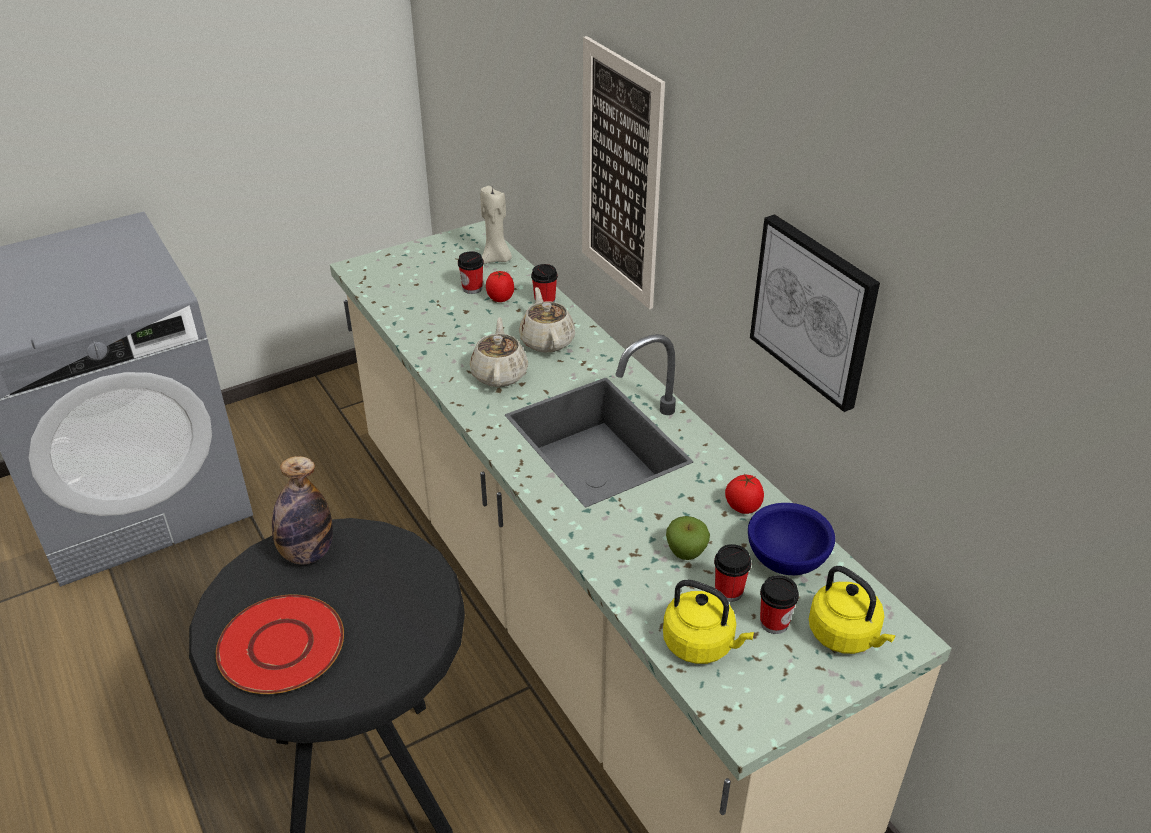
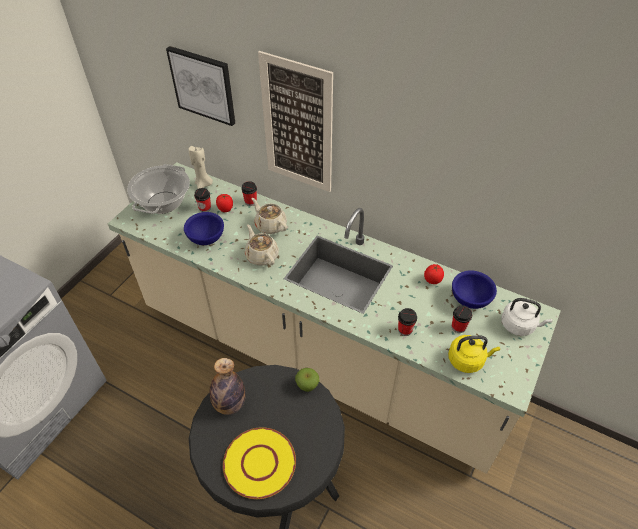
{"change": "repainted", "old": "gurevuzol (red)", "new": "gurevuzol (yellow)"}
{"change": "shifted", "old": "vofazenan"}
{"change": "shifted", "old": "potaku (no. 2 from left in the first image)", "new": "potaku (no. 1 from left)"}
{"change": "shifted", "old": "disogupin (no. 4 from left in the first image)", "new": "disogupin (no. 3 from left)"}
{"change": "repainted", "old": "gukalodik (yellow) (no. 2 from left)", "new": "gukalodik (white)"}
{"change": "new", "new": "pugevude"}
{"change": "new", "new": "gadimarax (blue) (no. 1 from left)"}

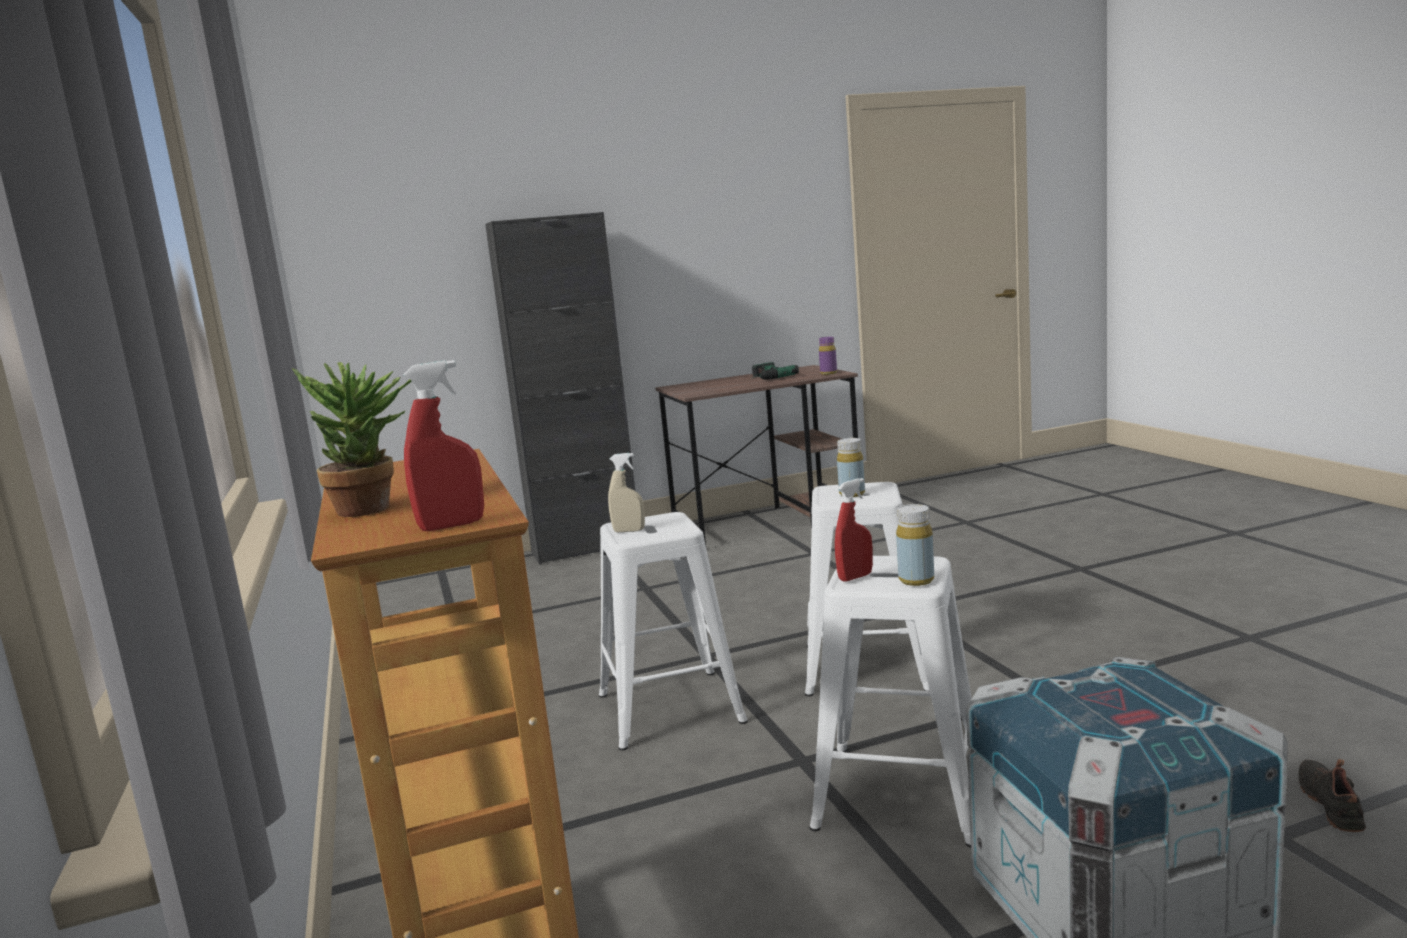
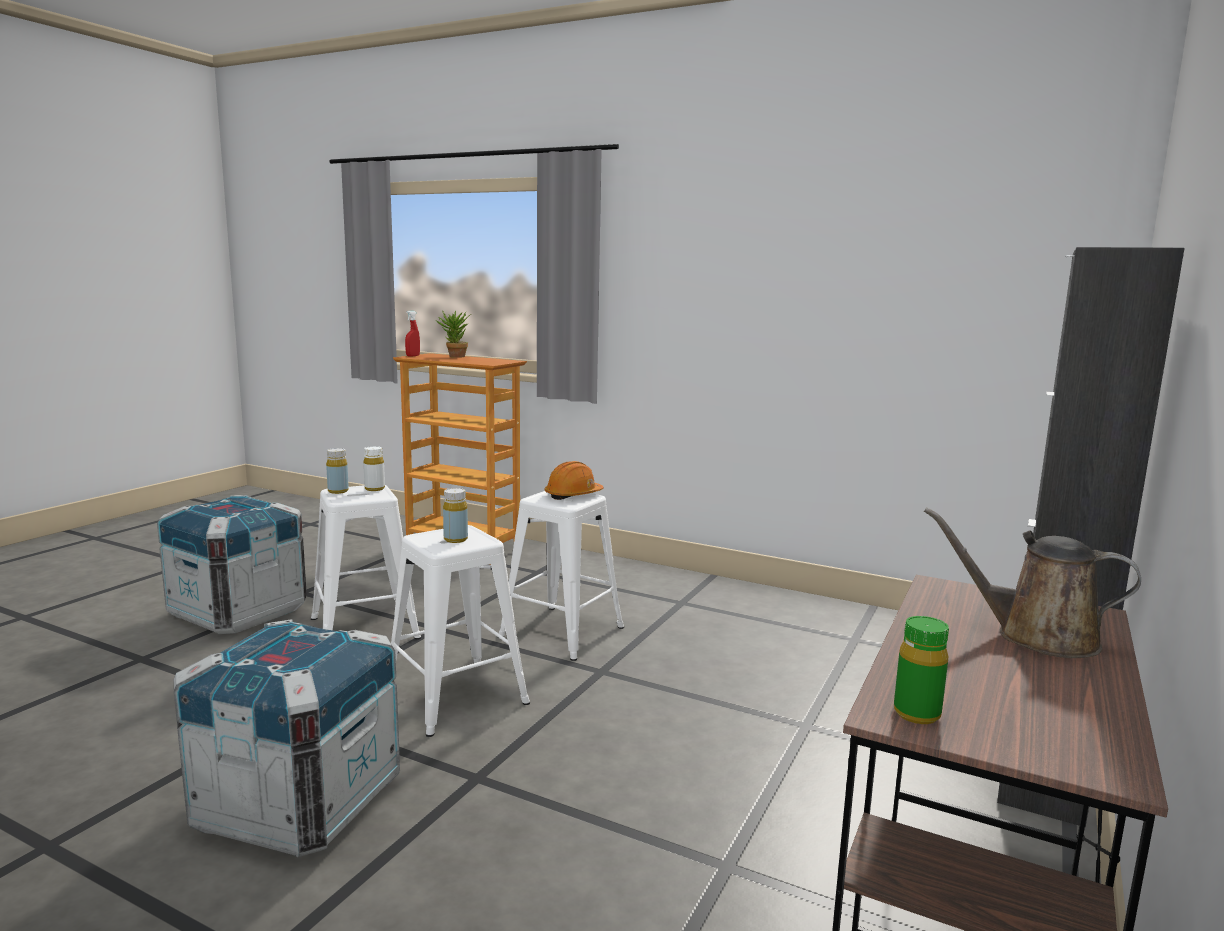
{"change": "swapped", "old": "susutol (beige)", "new": "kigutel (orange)"}
{"change": "gone", "old": "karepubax"}
{"change": "repainted", "old": "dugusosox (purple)", "new": "dugusosox (green)"}
{"change": "swapped", "old": "susutol (red) (no. 2 from left)", "new": "dugusosox (white)"}
{"change": "gone", "old": "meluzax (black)"}
{"change": "new", "new": "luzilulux (no. 2 from left)"}
{"change": "new", "new": "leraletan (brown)"}

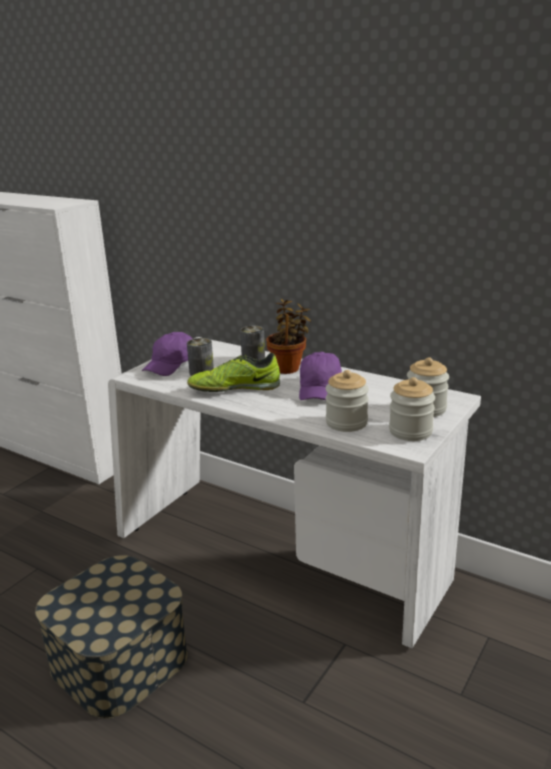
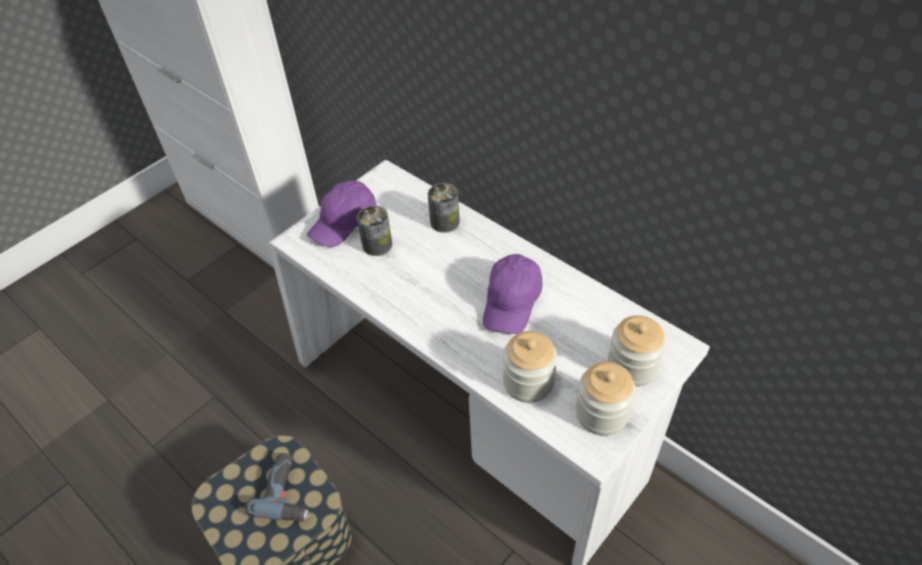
{"change": "gone", "old": "meluzax"}
{"change": "gone", "old": "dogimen"}
{"change": "new", "new": "karepubax"}

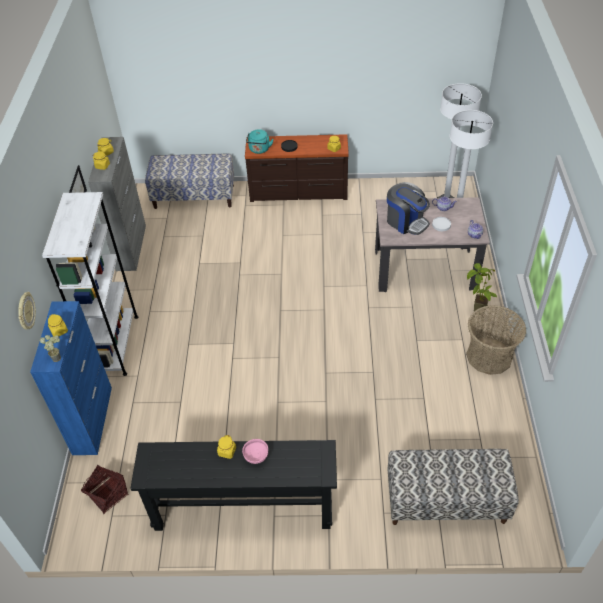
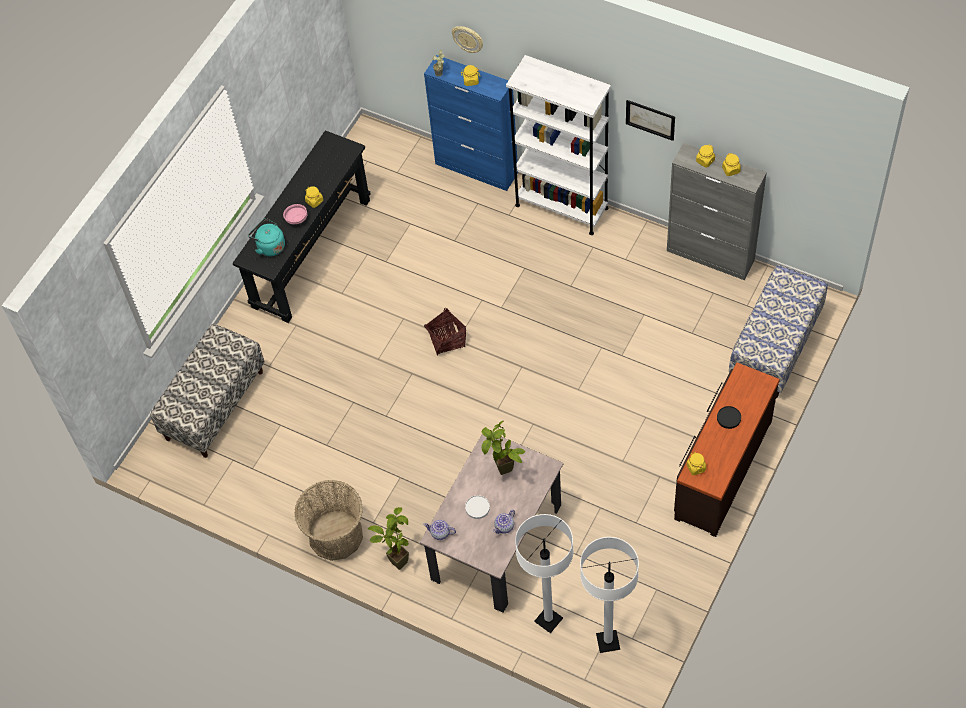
{"change": "shifted", "old": "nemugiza (no. 1 from left in the first image)", "new": "nemugiza (no. 2 from left)"}
{"change": "shifted", "old": "gukalodik (turquoise)"}
{"change": "swapped", "old": "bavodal", "new": "dogimen (no. 3 from left)"}

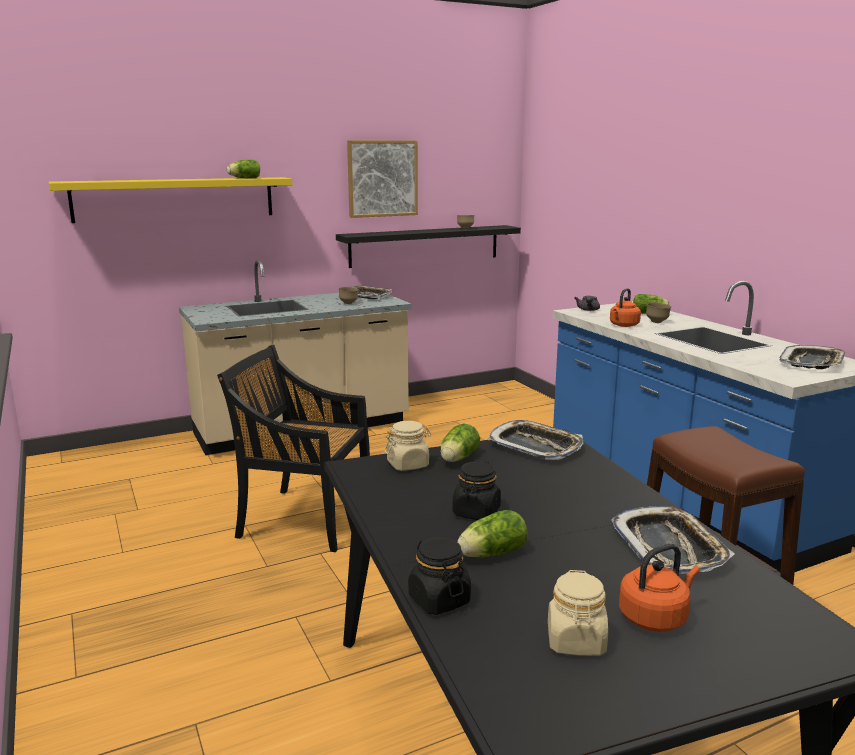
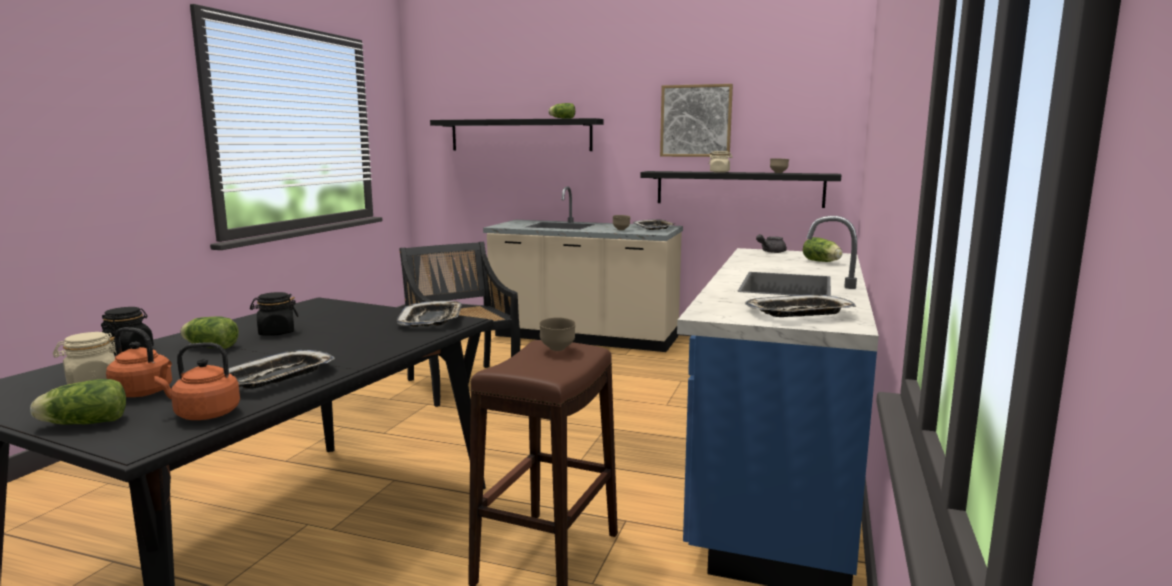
{"change": "repainted", "old": "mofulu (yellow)", "new": "mofulu (black) (no. 1 from left)"}
{"change": "shifted", "old": "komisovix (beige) (no. 1 from left in the first image)", "new": "komisovix (beige) (no. 2 from left)"}
{"change": "shifted", "old": "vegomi (no. 2 from left in the first image)", "new": "vegomi (no. 1 from left)"}
{"change": "shifted", "old": "gukalodik (orange) (no. 1 from left in the first image)", "new": "gukalodik (orange) (no. 2 from left)"}
{"change": "shifted", "old": "gadimarax (brown) (no. 3 from left in the first image)", "new": "gadimarax (brown) (no. 1 from left)"}

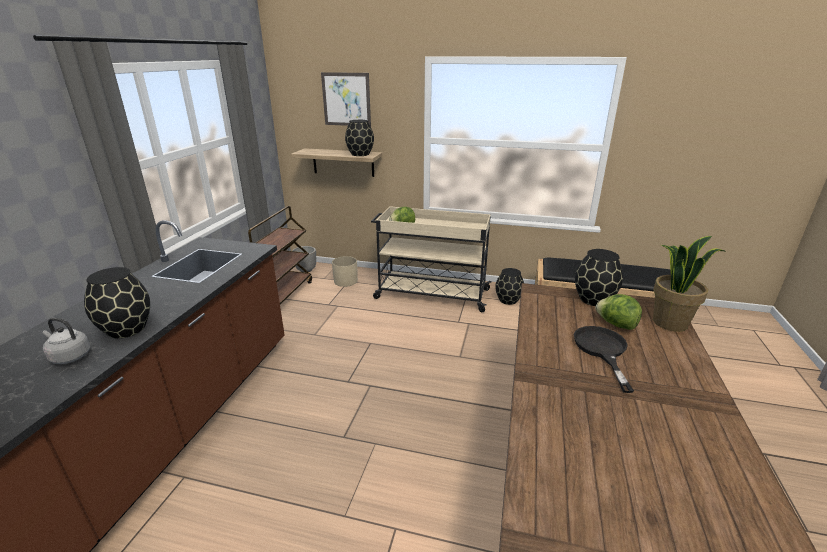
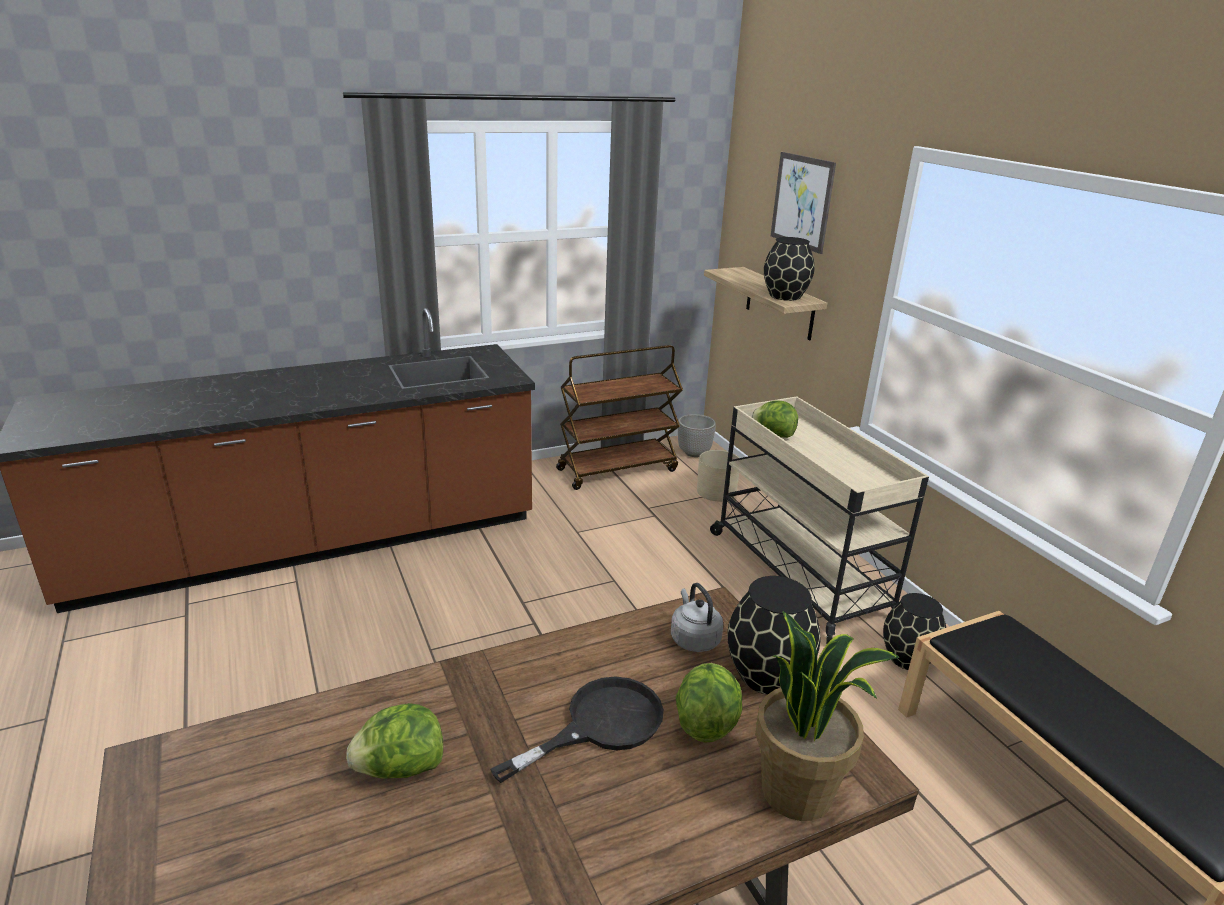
{"change": "shifted", "old": "gukalodik (grey)"}
{"change": "gone", "old": "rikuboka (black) (no. 1 from left)"}
{"change": "new", "new": "vegomi (no. 1 from left)"}

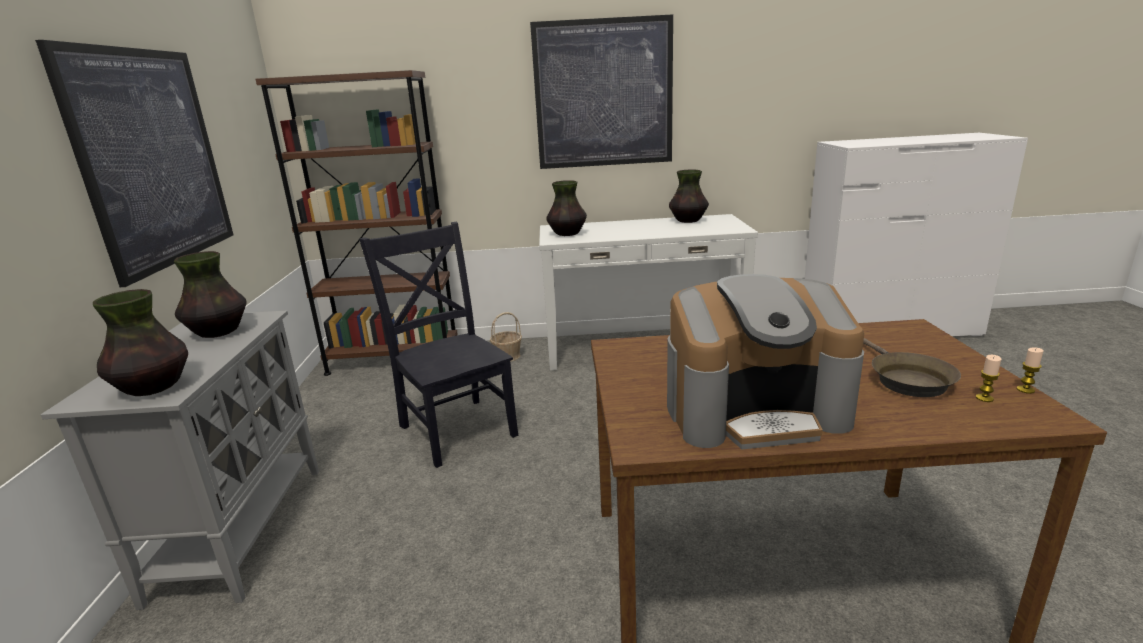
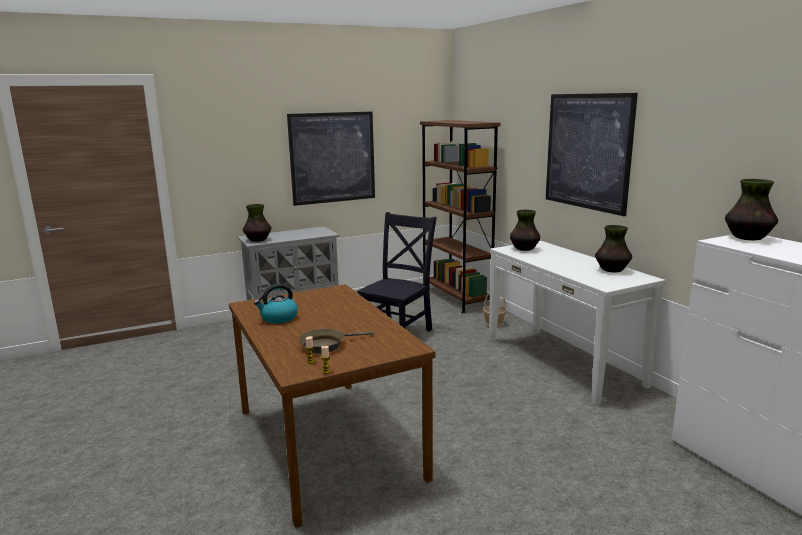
{"change": "shifted", "old": "rikuboka (no. 2 from left in the first image)", "new": "rikuboka (no. 4 from left)"}
{"change": "swapped", "old": "bavodal", "new": "gukalodik"}

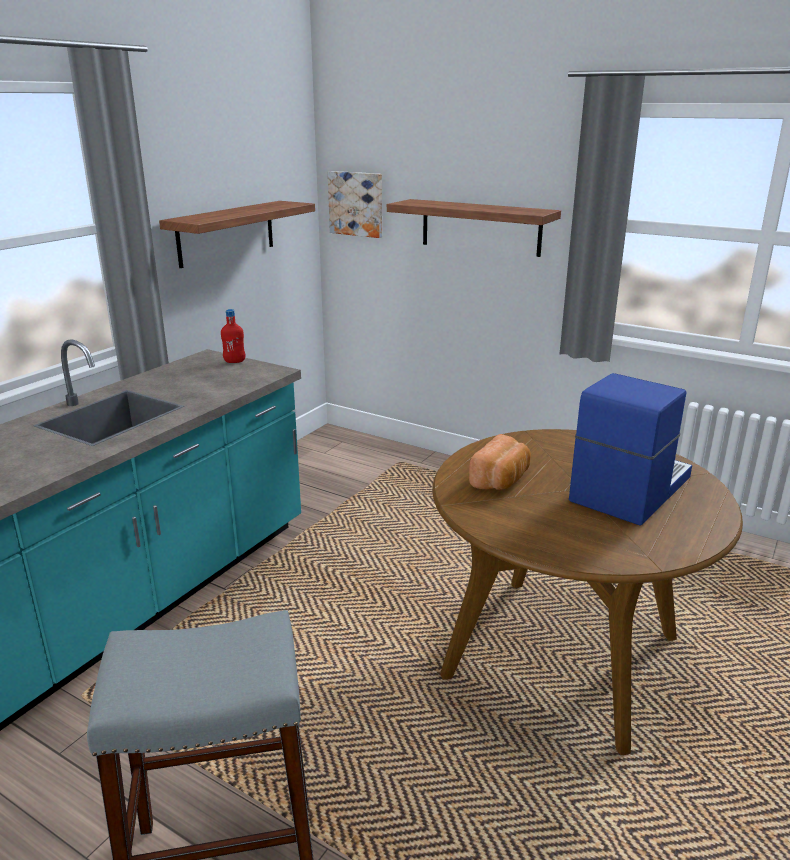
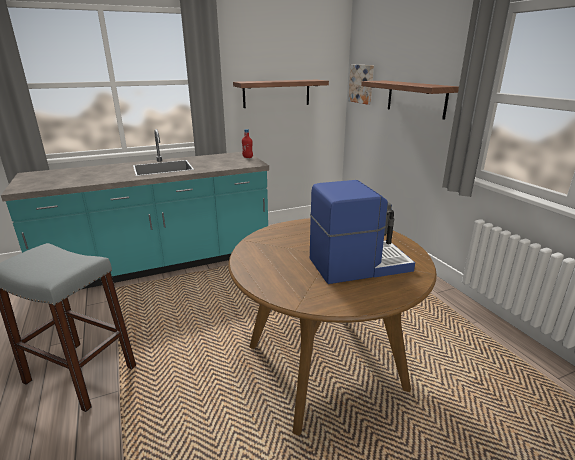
{"change": "gone", "old": "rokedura"}

